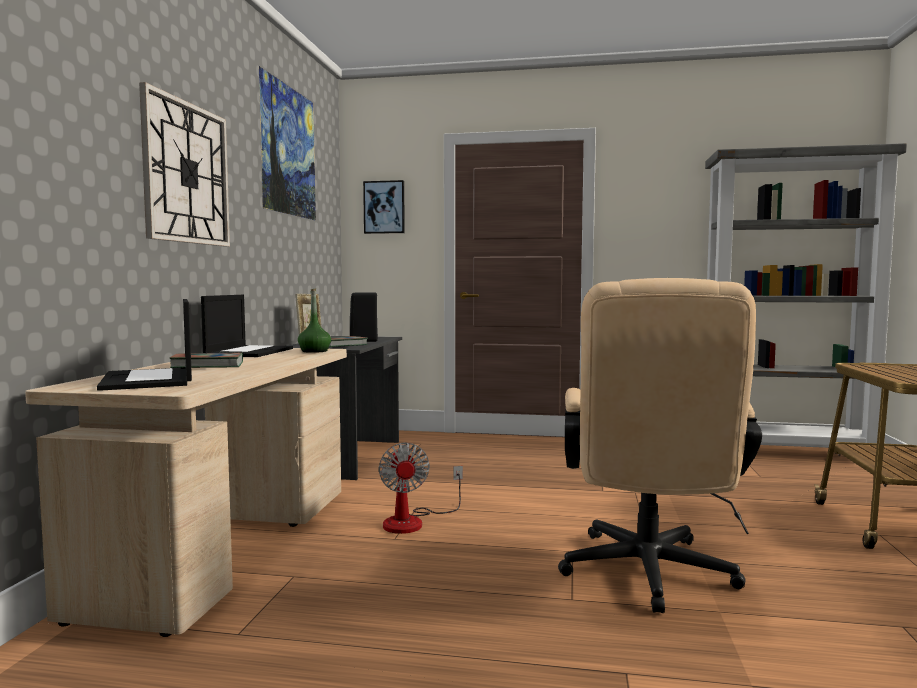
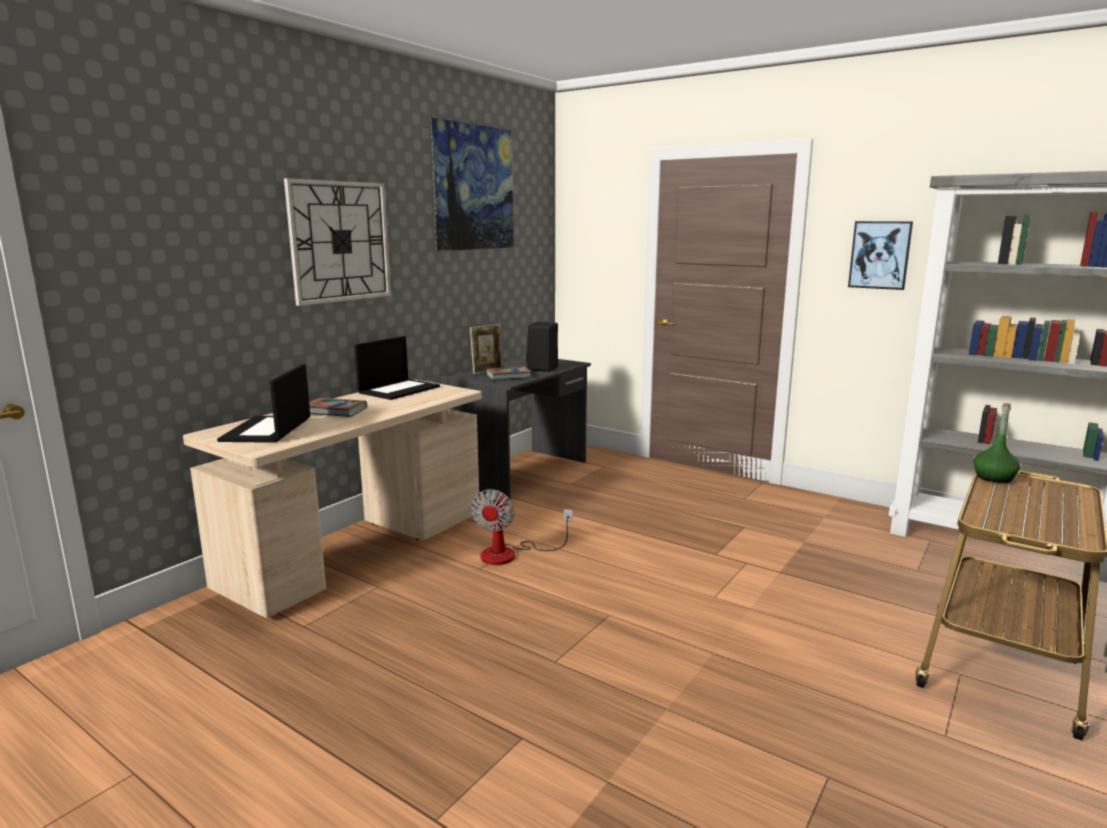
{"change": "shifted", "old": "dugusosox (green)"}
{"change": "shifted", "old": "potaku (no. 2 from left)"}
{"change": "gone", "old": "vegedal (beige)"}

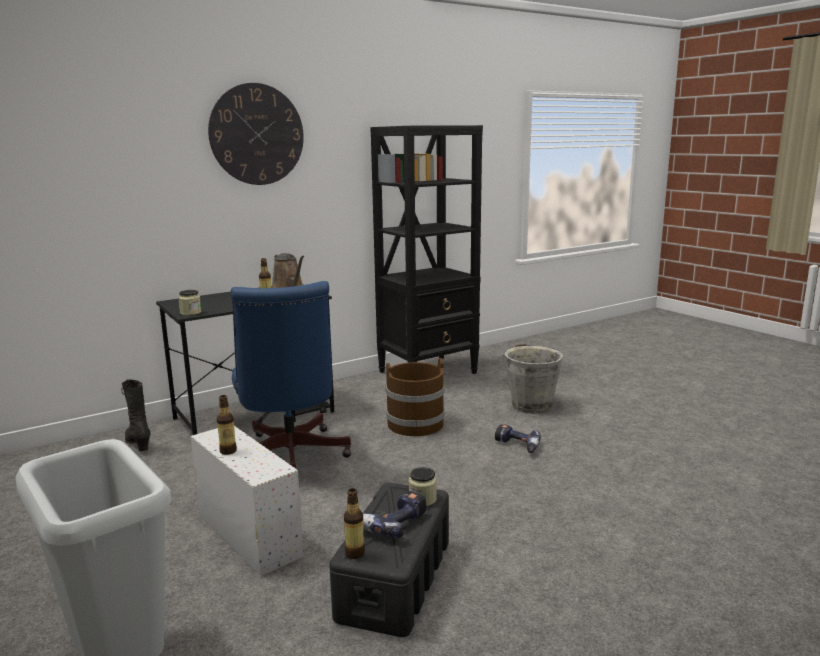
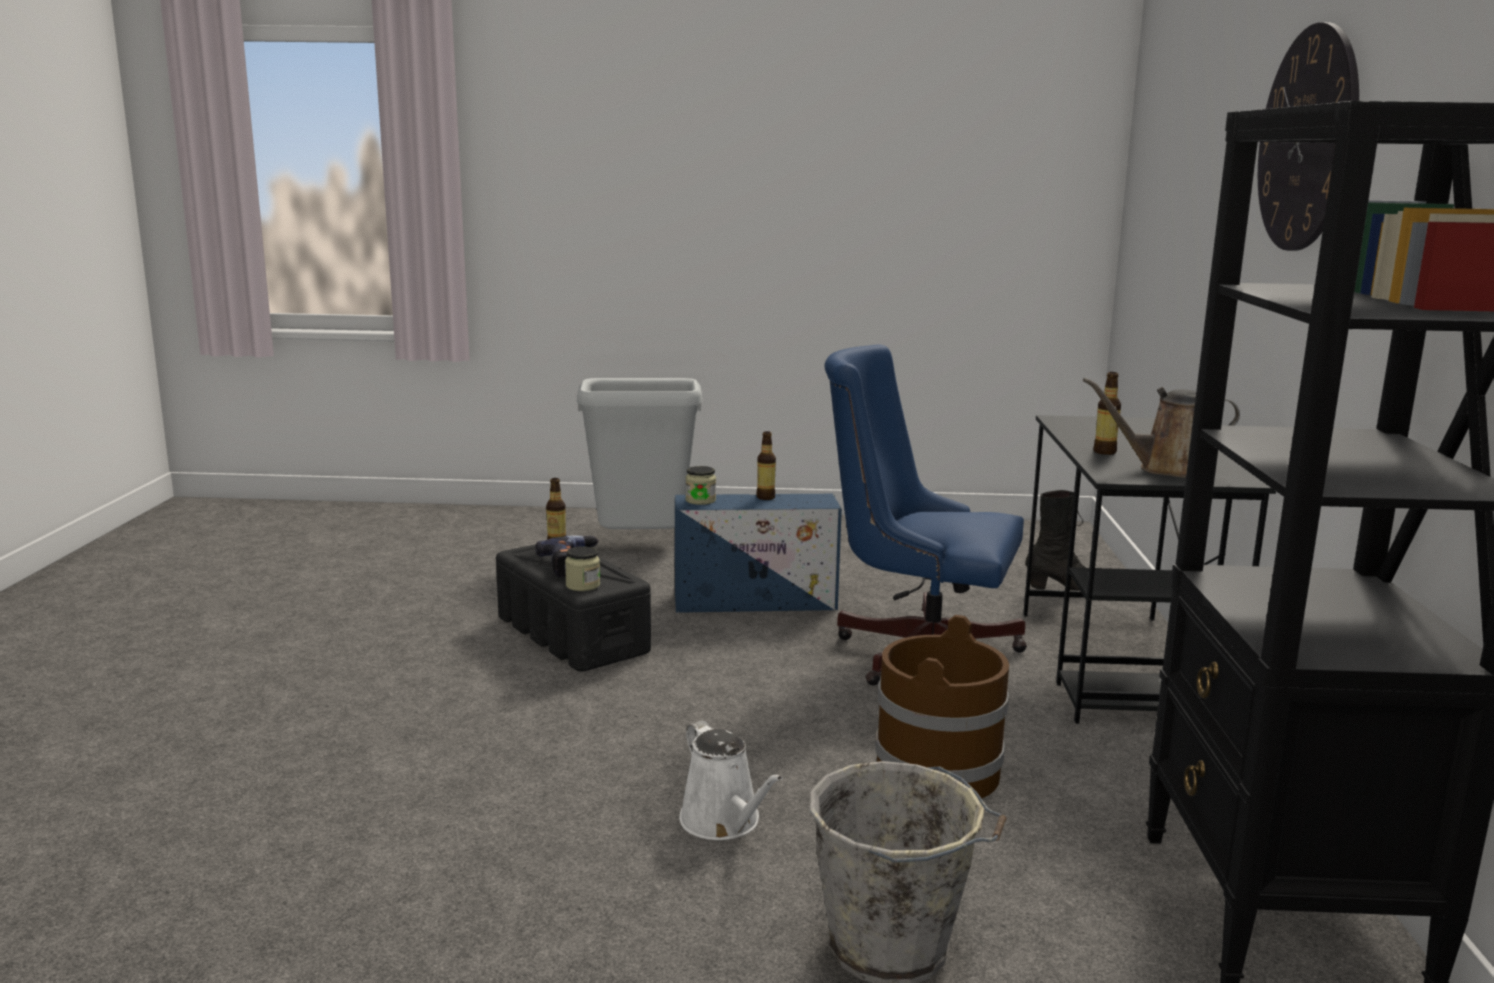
{"change": "shifted", "old": "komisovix (no. 1 from left in the first image)", "new": "komisovix (no. 2 from left)"}
{"change": "repainted", "old": "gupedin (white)", "new": "gupedin (blue)"}
{"change": "swapped", "old": "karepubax (no. 2 from left)", "new": "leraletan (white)"}

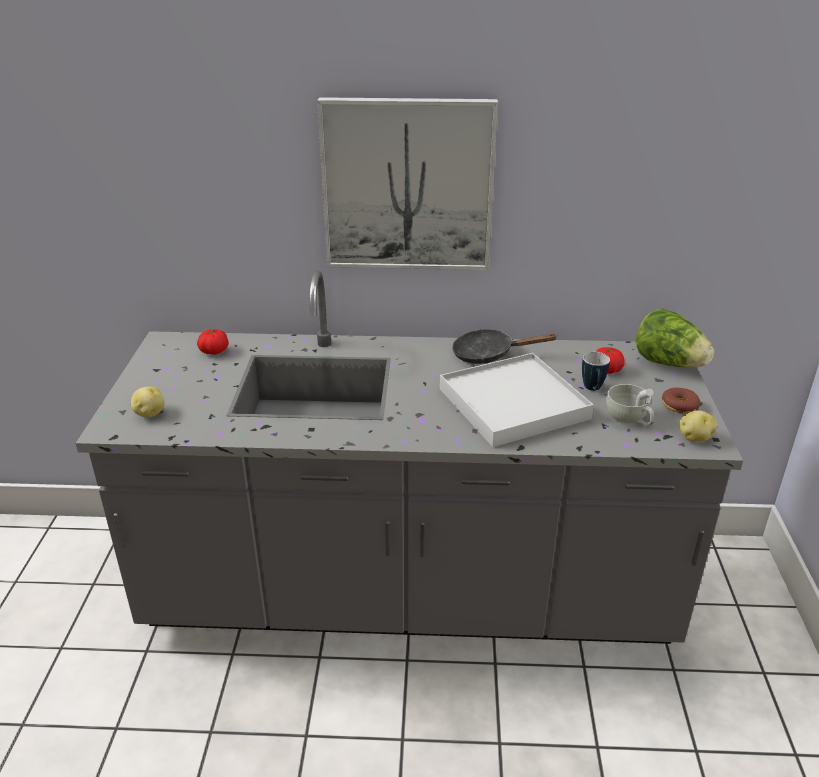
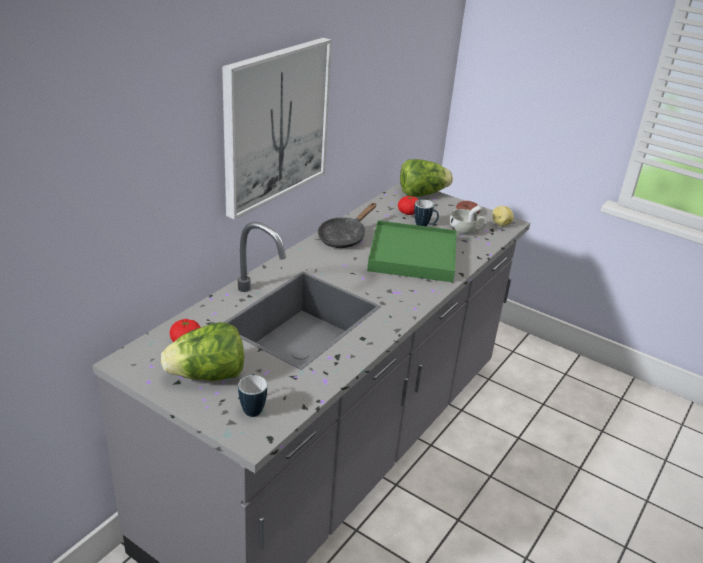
{"change": "swapped", "old": "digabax (no. 1 from left)", "new": "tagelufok (no. 1 from left)"}
{"change": "repainted", "old": "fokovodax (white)", "new": "fokovodax (green)"}
{"change": "new", "new": "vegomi (no. 1 from left)"}

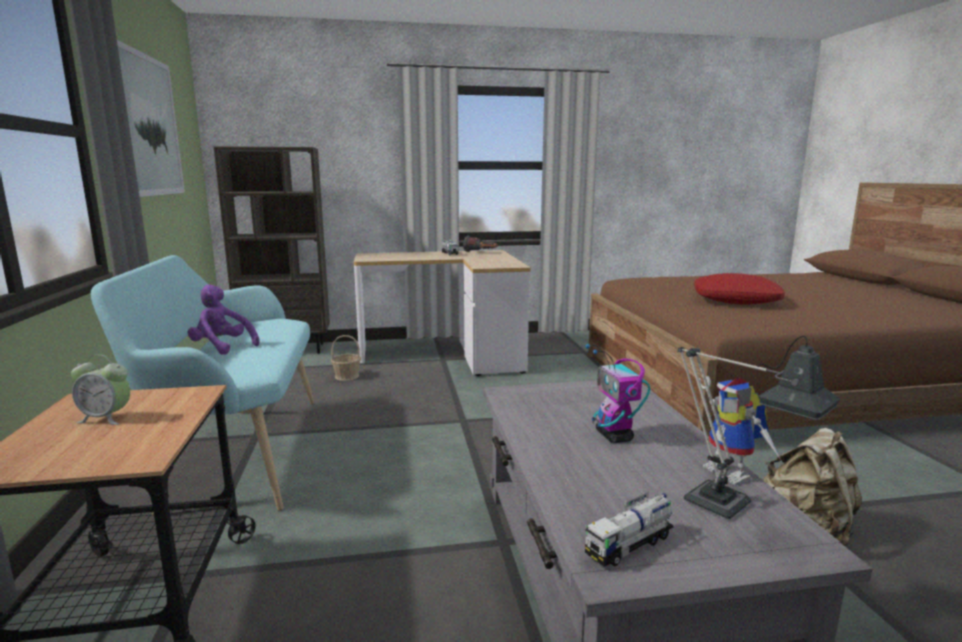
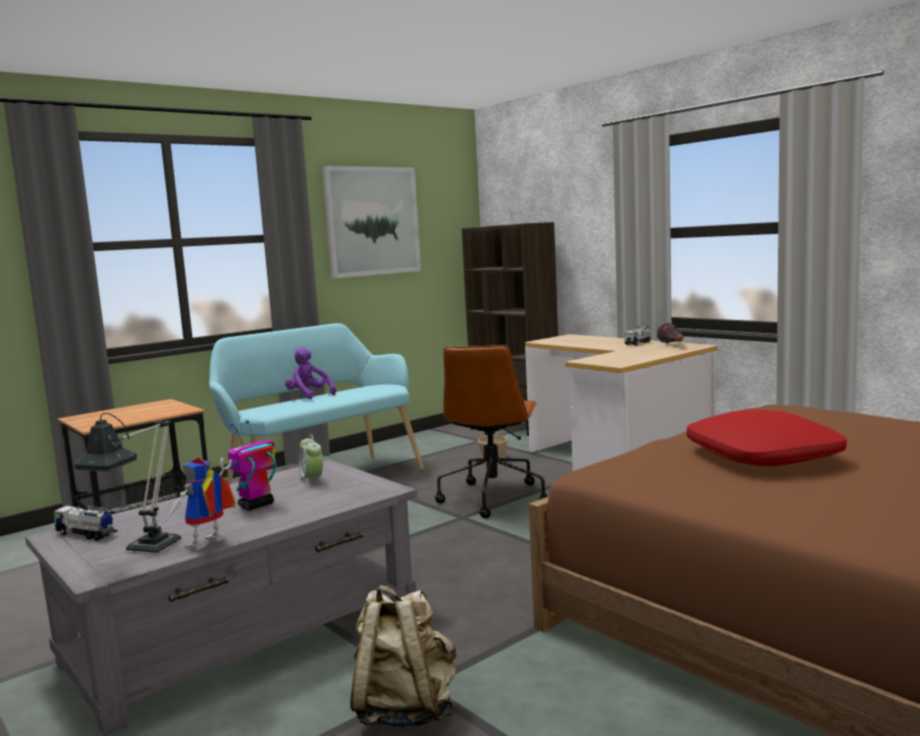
{"change": "shifted", "old": "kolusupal"}
{"change": "rotated", "old": "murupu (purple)", "degrees": -45}
{"change": "new", "new": "vegedal (brown)"}

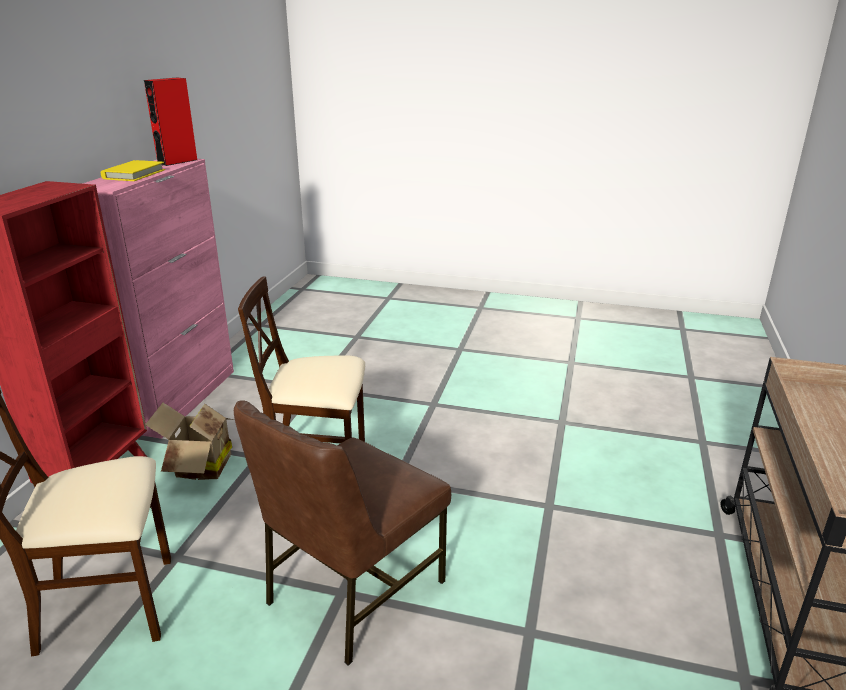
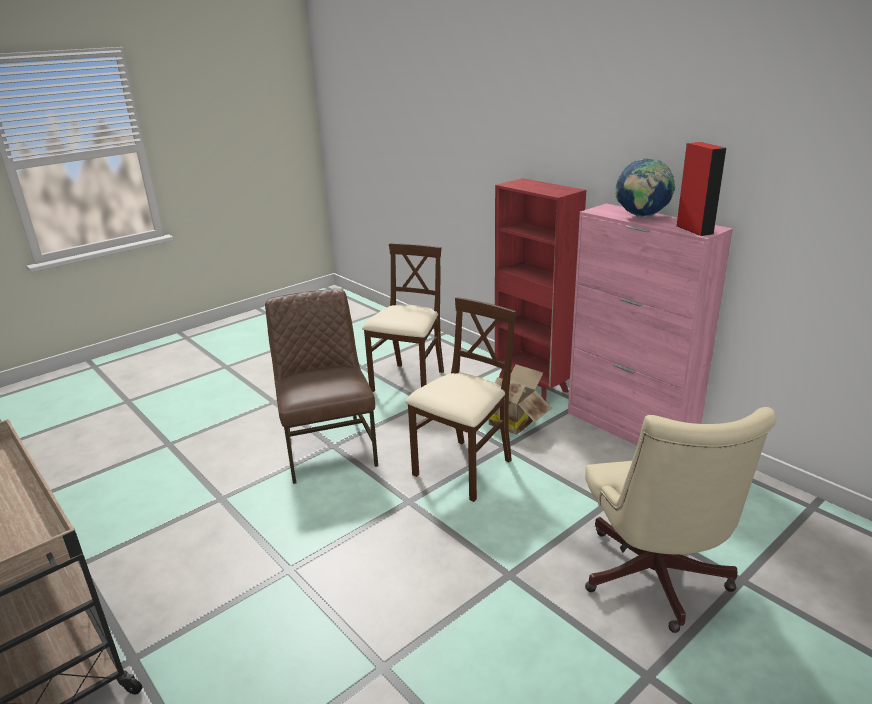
{"change": "swapped", "old": "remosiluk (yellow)", "new": "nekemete"}
{"change": "new", "new": "vegedal (beige)"}

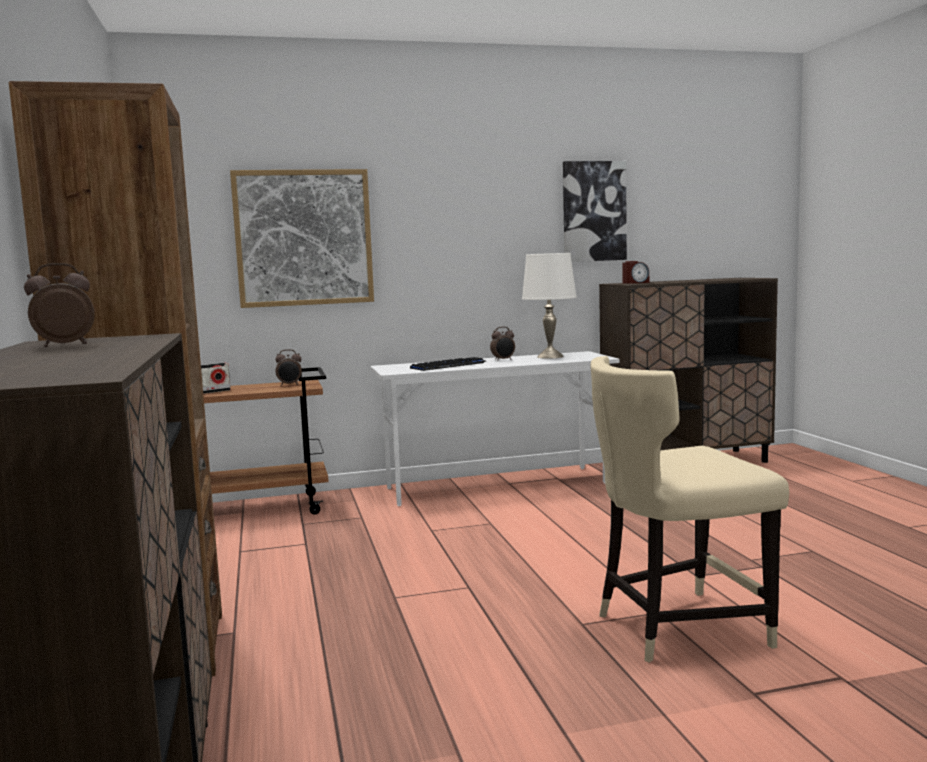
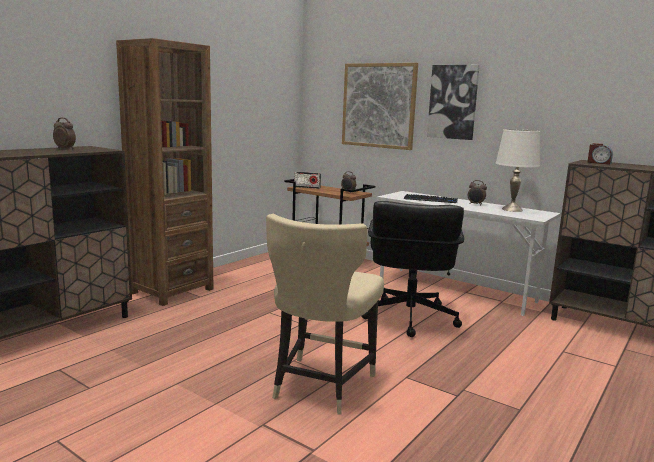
{"change": "shifted", "old": "potaku (no. 2 from left)"}
{"change": "rotated", "old": "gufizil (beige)", "degrees": -105}
{"change": "new", "new": "vegedal (black)"}

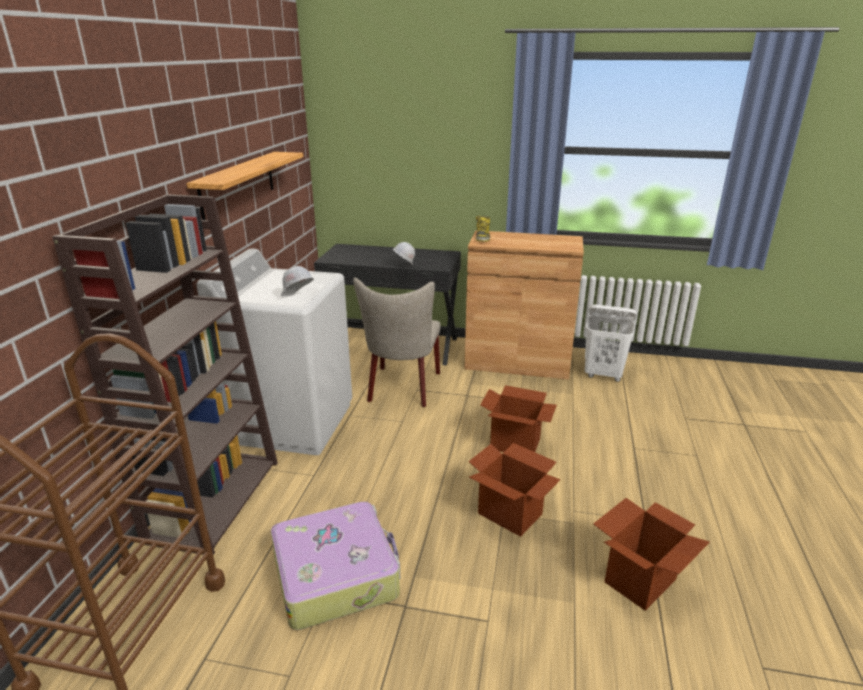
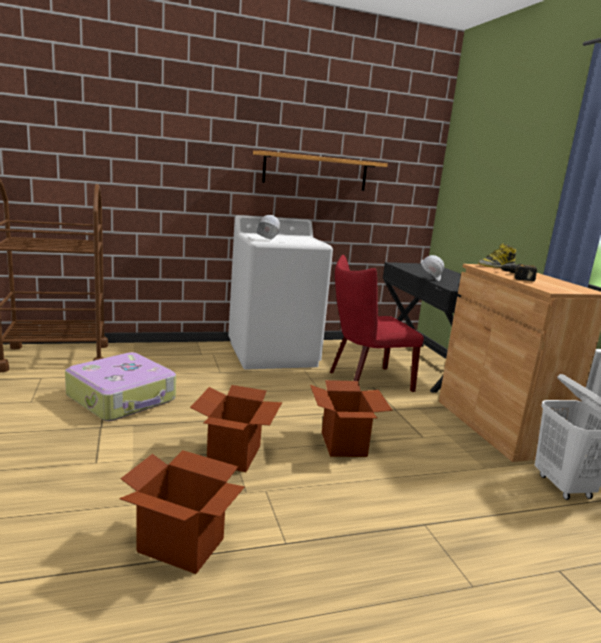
{"change": "gone", "old": "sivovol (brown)"}
{"change": "repainted", "old": "gufizil (beige)", "new": "gufizil (red)"}
{"change": "new", "new": "karepubax"}

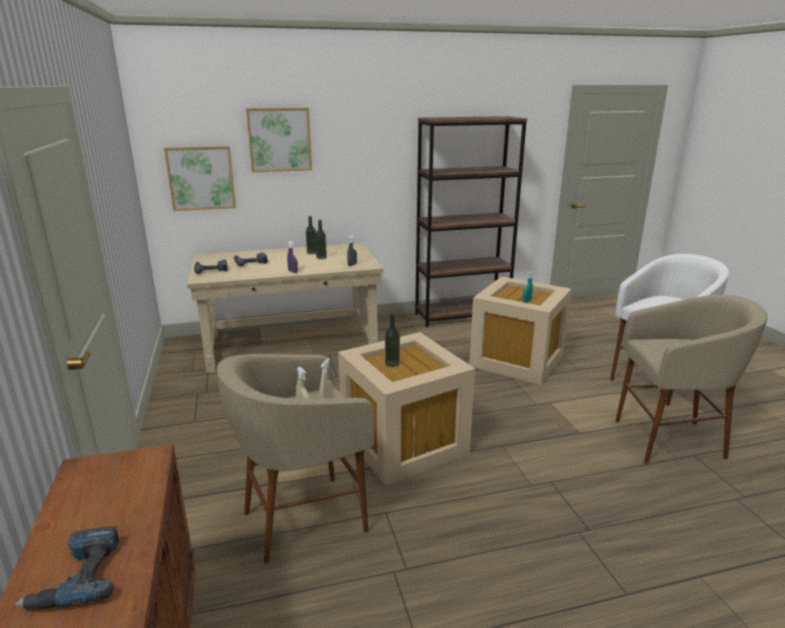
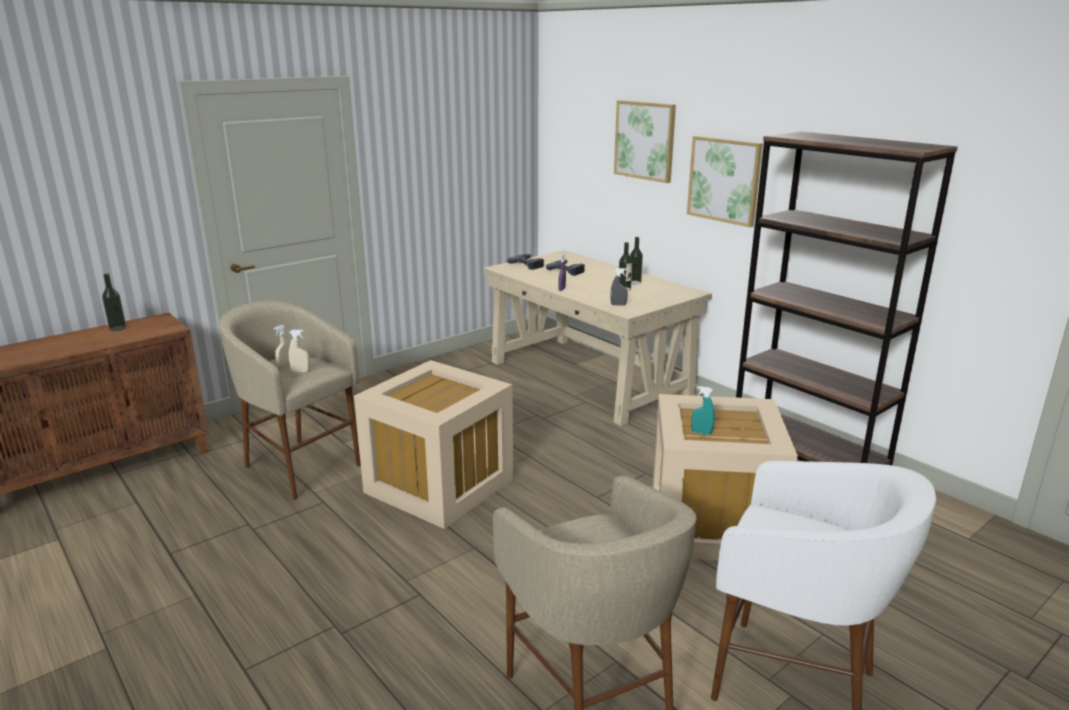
{"change": "gone", "old": "karepubax (no. 1 from left)"}
{"change": "shifted", "old": "potaku (no. 1 from left in the first image)", "new": "potaku (no. 2 from left)"}
{"change": "shifted", "old": "dugusosox (no. 3 from left in the first image)", "new": "dugusosox (no. 1 from left)"}

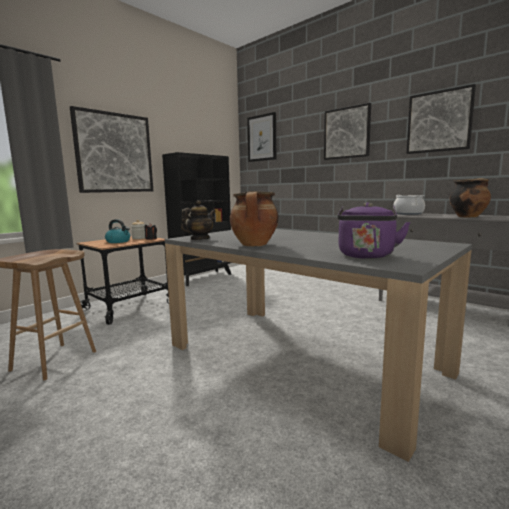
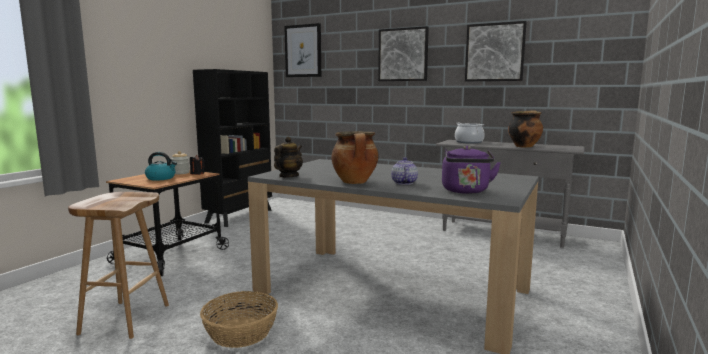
{"change": "gone", "old": "potaku (no. 1 from left)"}
{"change": "new", "new": "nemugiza"}
{"change": "new", "new": "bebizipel (no. 2 from left)"}

